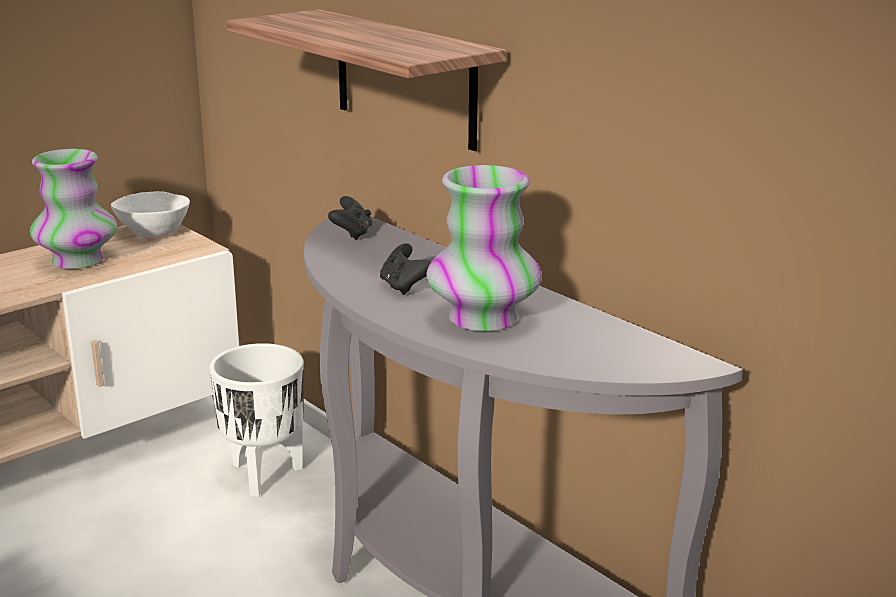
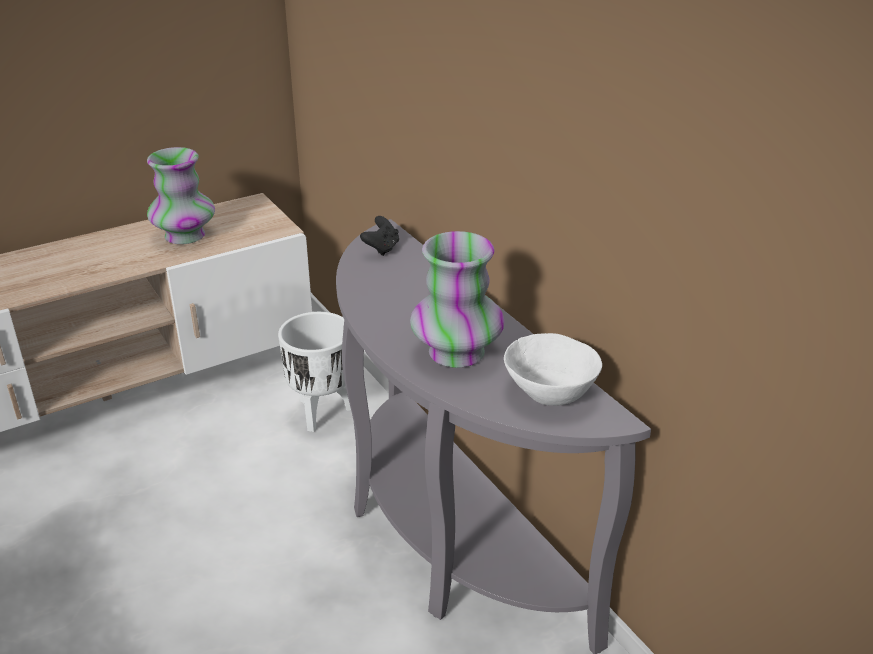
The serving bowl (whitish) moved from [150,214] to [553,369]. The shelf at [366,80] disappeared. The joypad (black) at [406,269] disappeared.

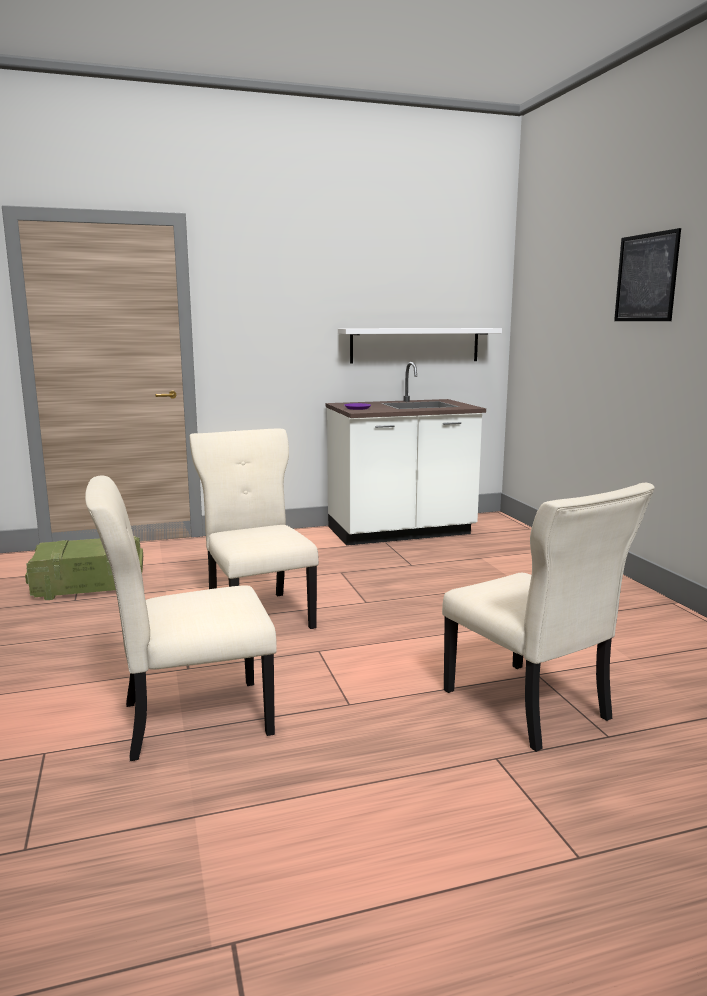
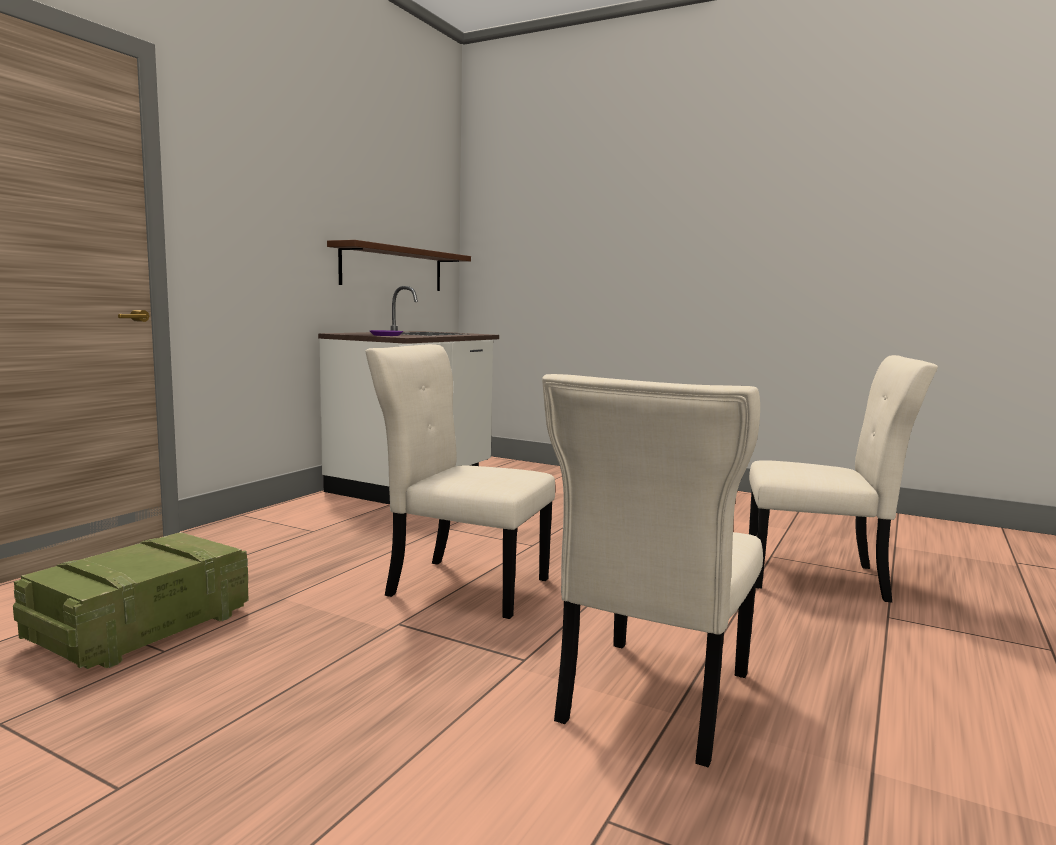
The shelf (whitish) at [420,345] became the shelf (brown) at [399,265]. The picture at [647,274] disappeared.

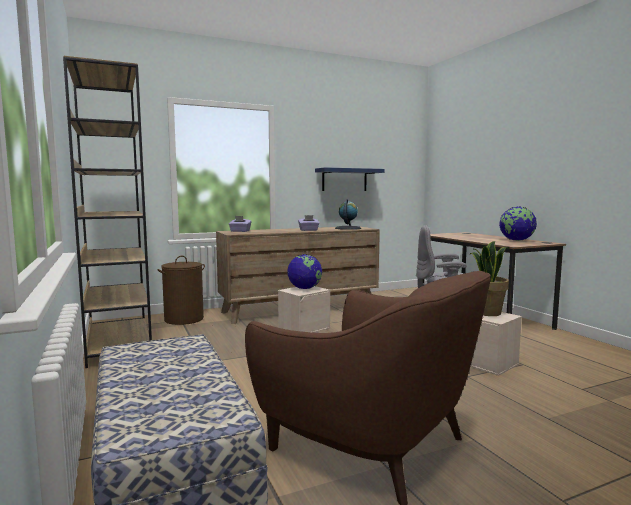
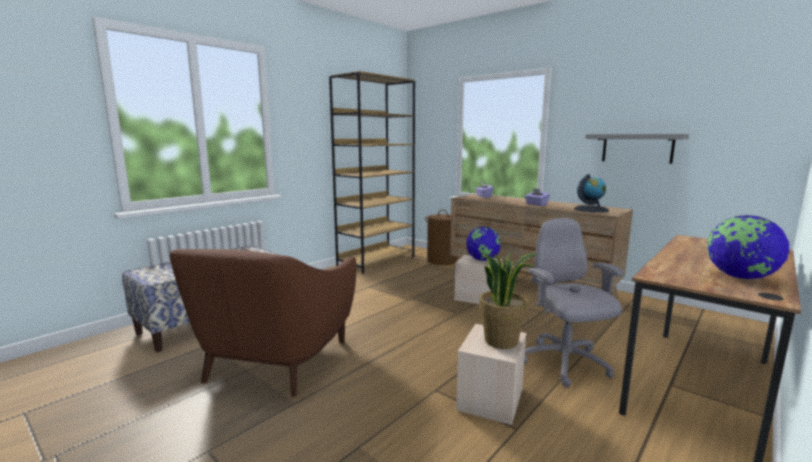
The shelf (bluish) at [350,179] became the shelf (gray) at [637,149].

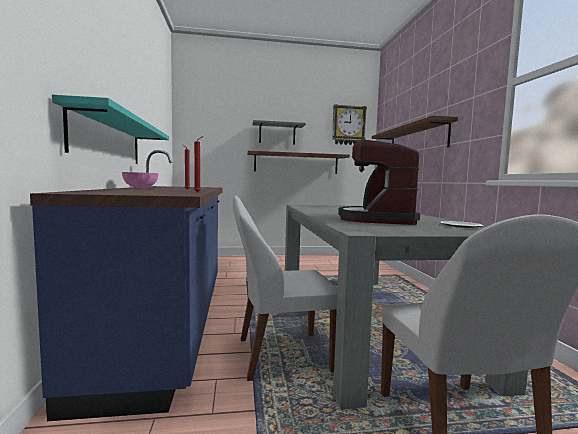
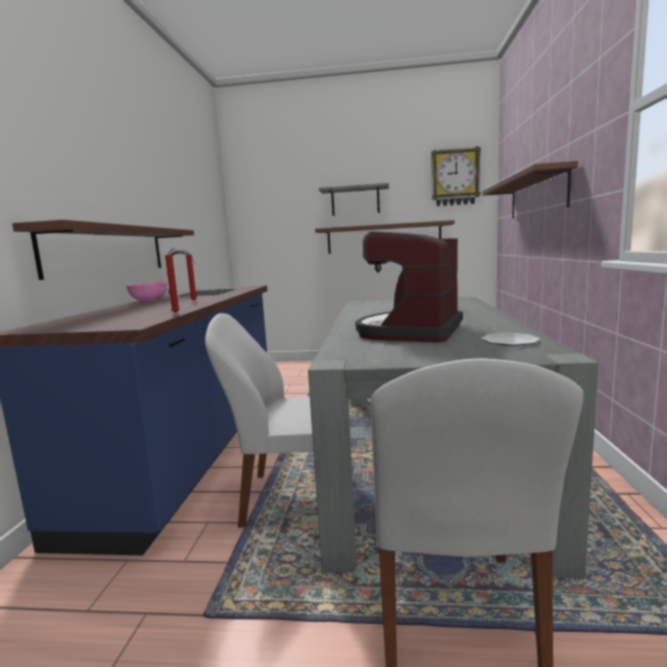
The shelf (turquoise) at [110,129] became the shelf (brown) at [103,250].

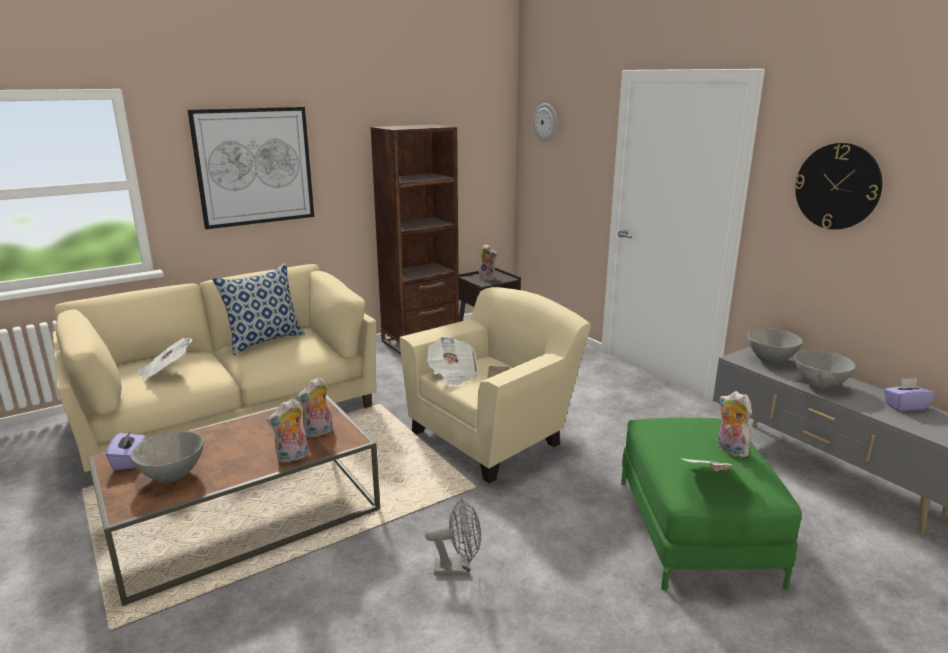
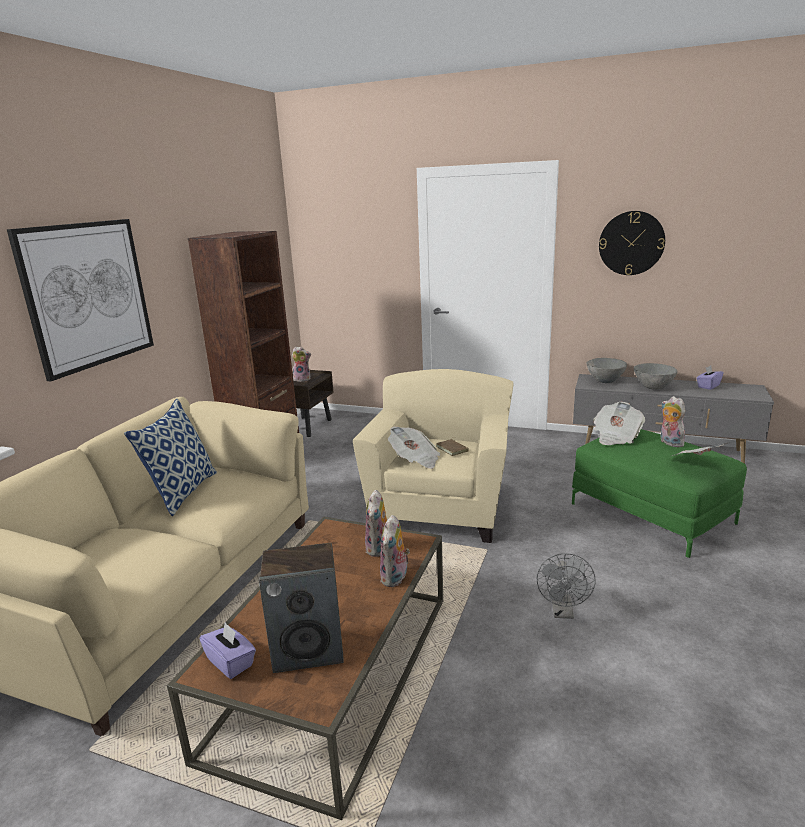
The serving bowl (gray) at [167,457] was replaced by the audio speaker at [301,608]. The cooling fan (gray) at [453,537] turned 135 degrees clockwise. The newspaper moved from [164,359] to [619,423]. The soft toy at [735,424] turned 45 degrees clockwise. The clock on the wall at [545,122] disappeared.

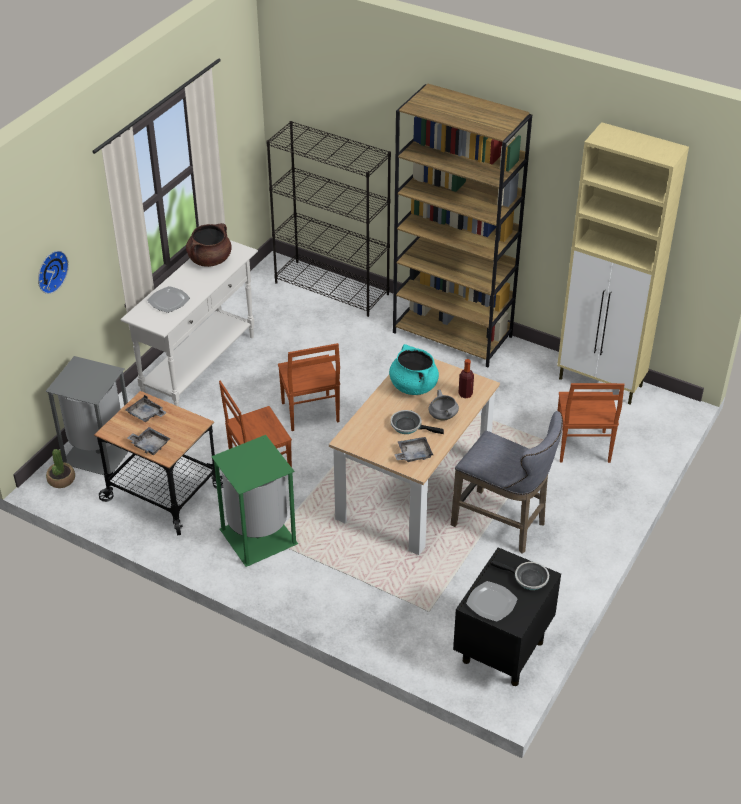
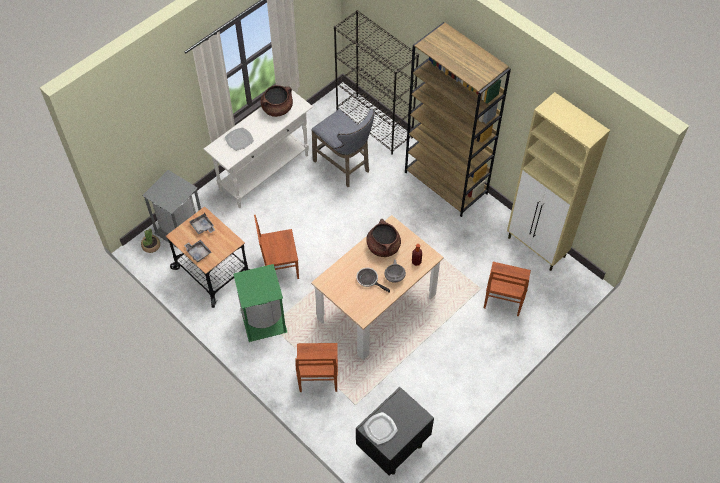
The chair (brown) moved from [309,387] to [316,367]. The stool seat (gray) moved from [507,482] to [342,148]. The cooking pot (turquoise) at [414,369] became the cooking pot (brown) at [383,238]. The clock on the wall at [53,272] disappeared. The tray (gray) at [413,449] disappeared. The frying pan at [520,575] disappeared.

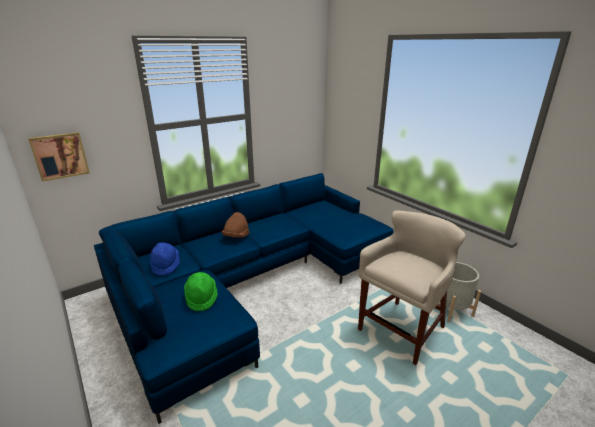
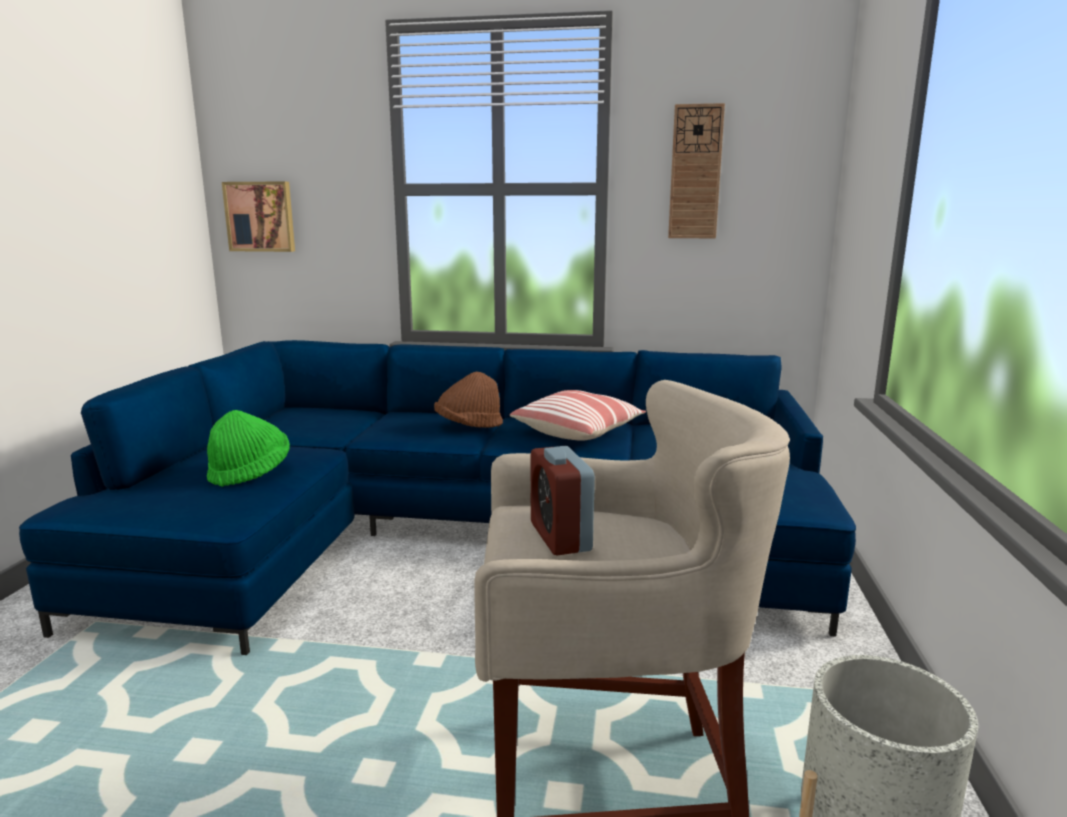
The pillow at [578,415] appeared. The bedside clock at [563,500] appeared. The clock on the wall at [696,170] appeared. The hat (bluish) at [165,259] disappeared.

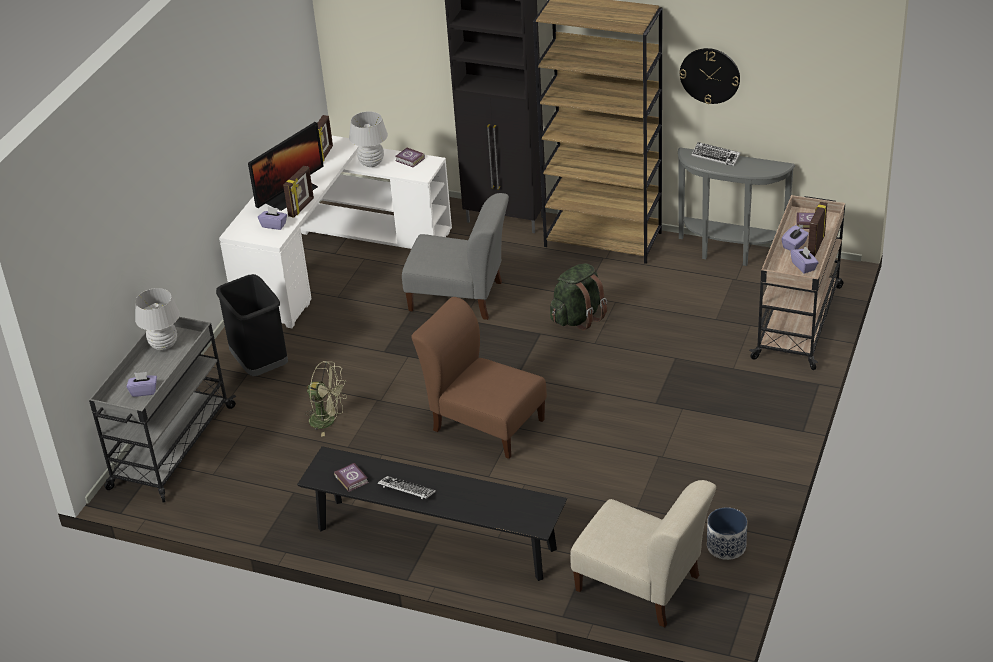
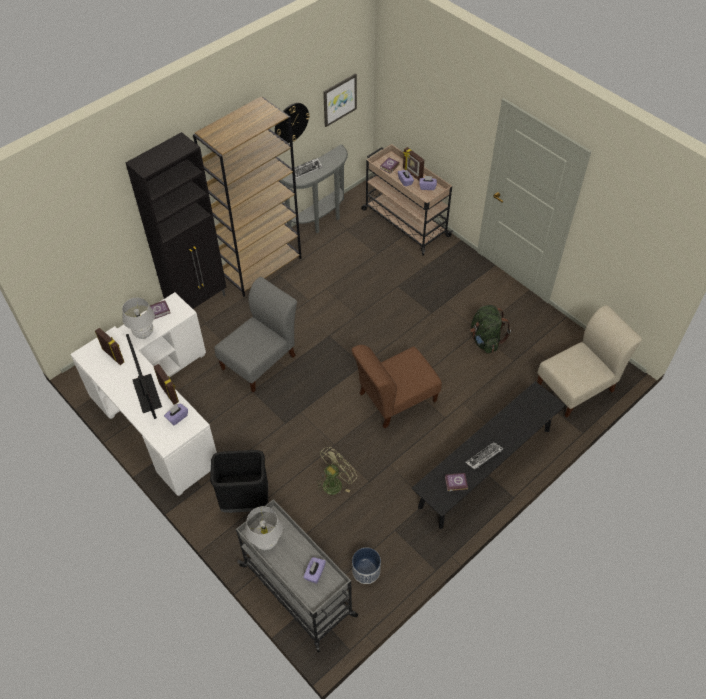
The picture at [340,100] appeared. The planter moved from [727,533] to [366,566]. The rucksack (green) moved from [578,296] to [490,329].

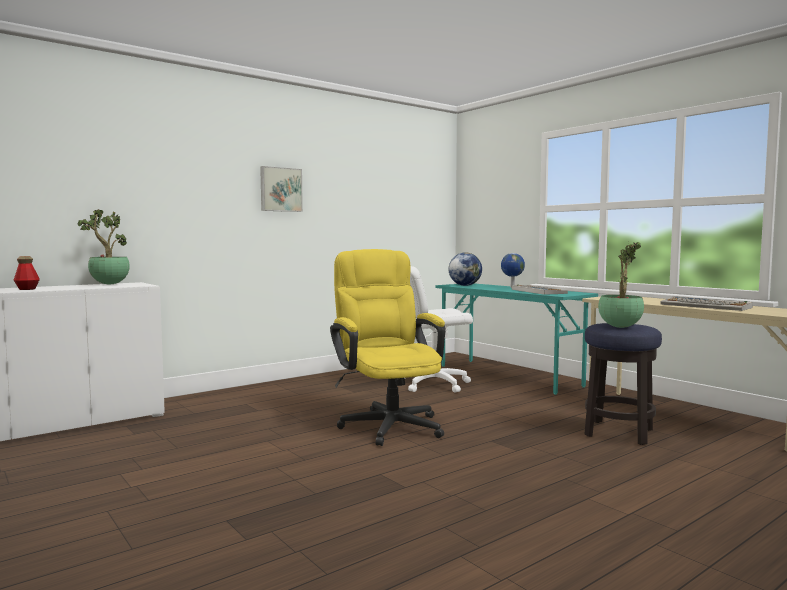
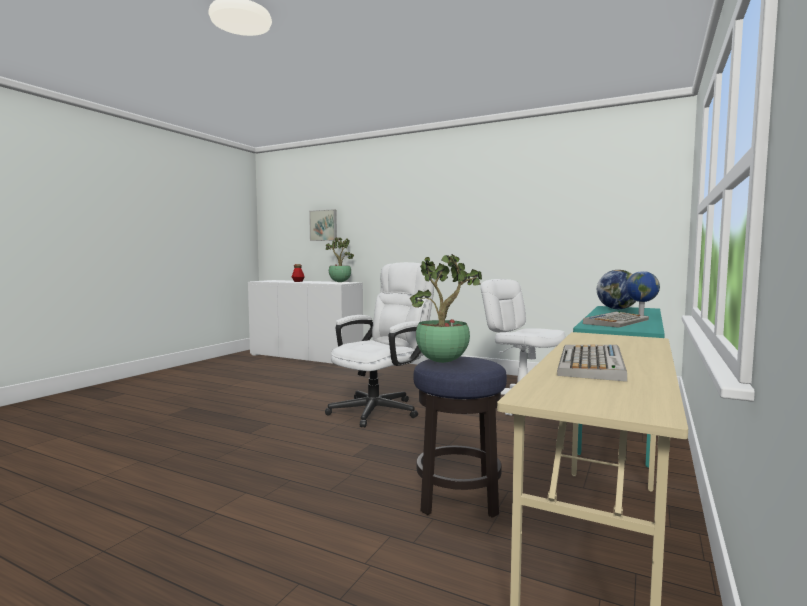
The picture moved from [281,189] to [323,225]. The computer chair (yellow) at [388,347] became the computer chair (whitish) at [379,345].

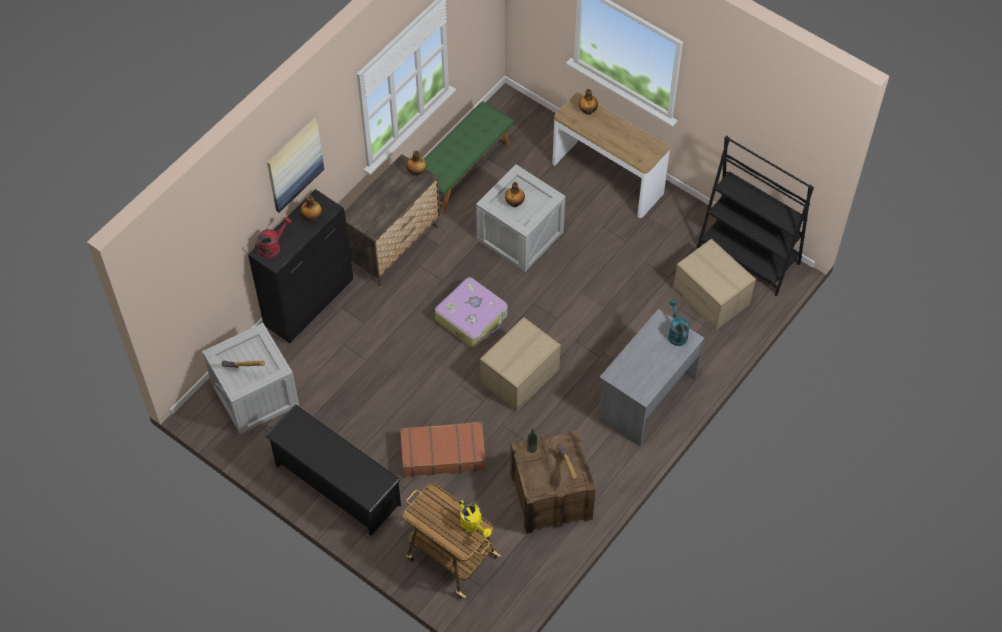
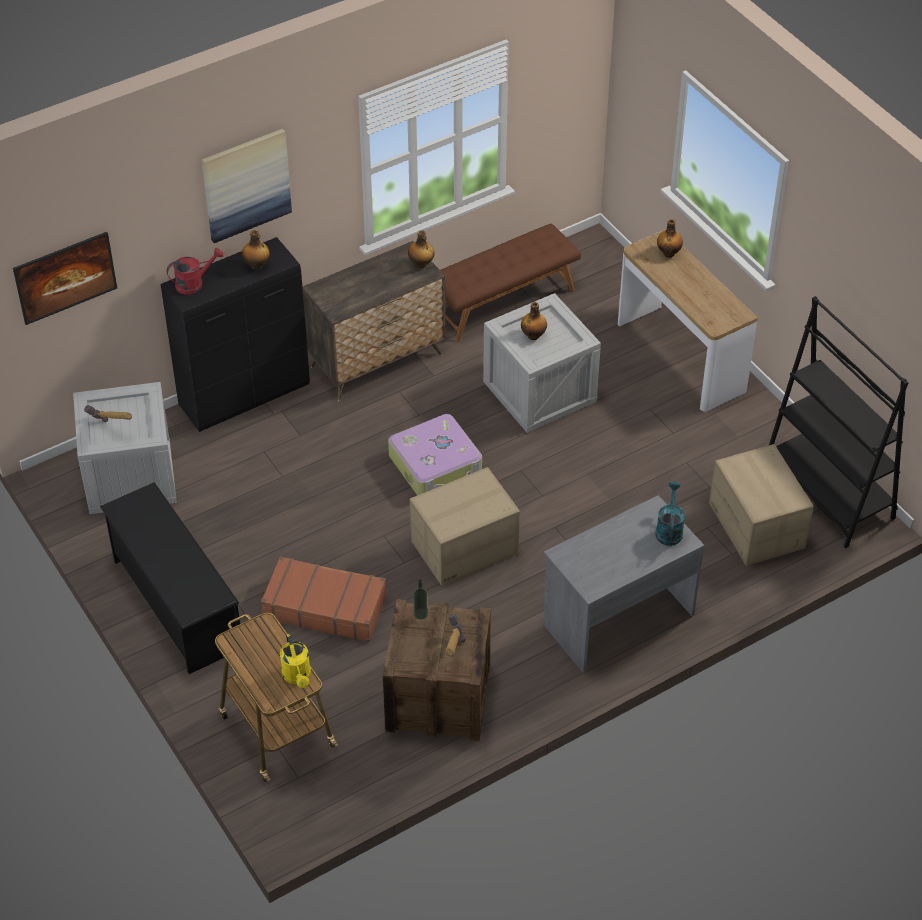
The picture at [65,278] appeared. The bench (green) at [469,157] became the bench (brown) at [510,283].

